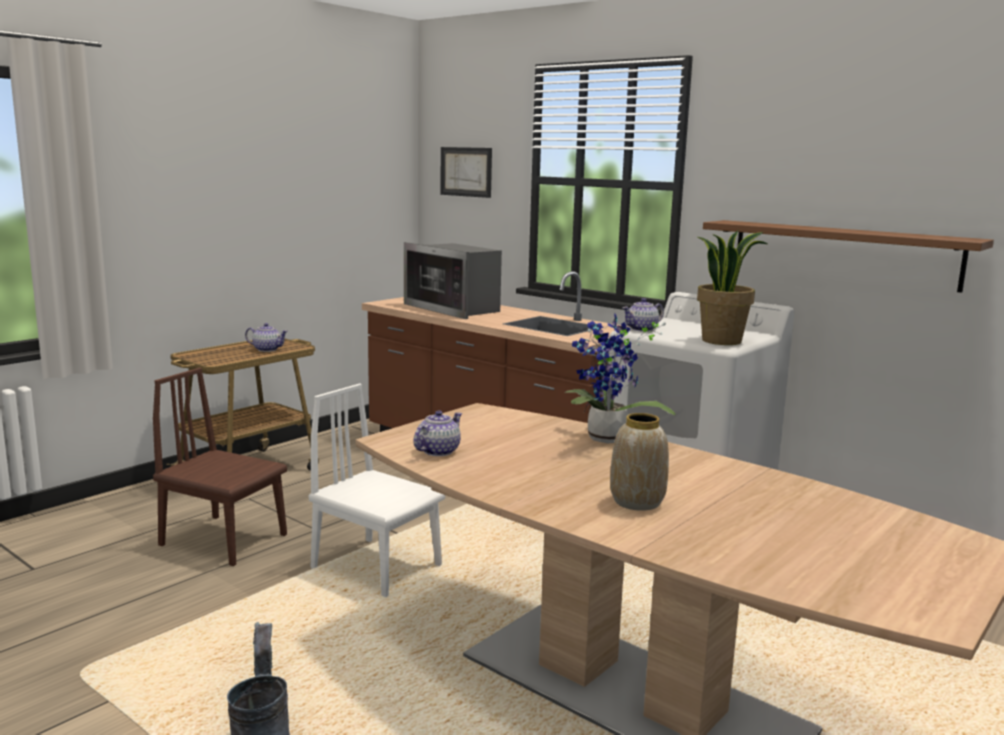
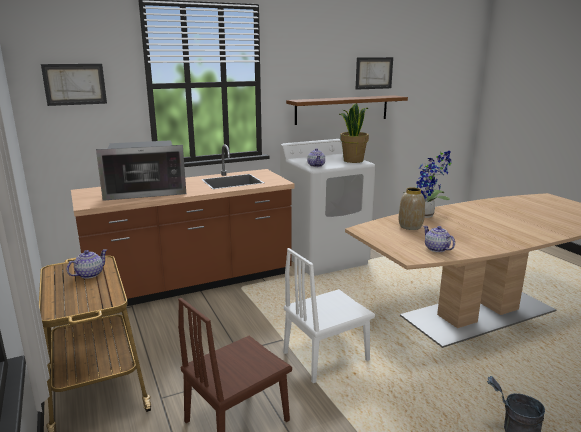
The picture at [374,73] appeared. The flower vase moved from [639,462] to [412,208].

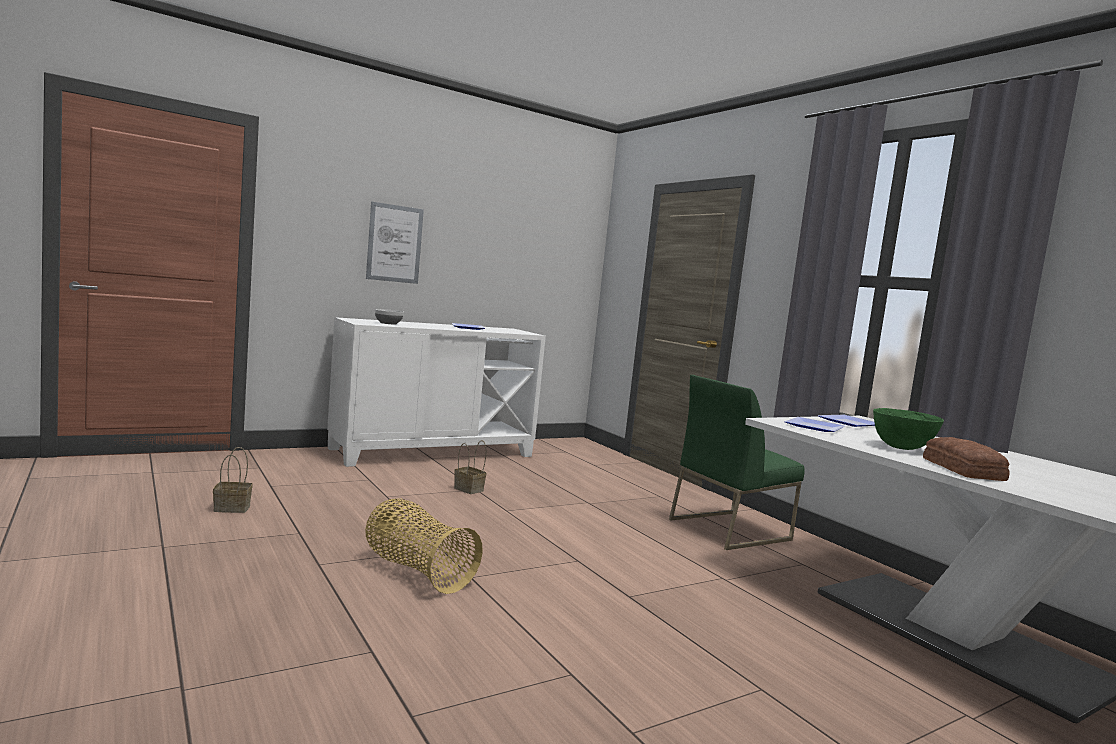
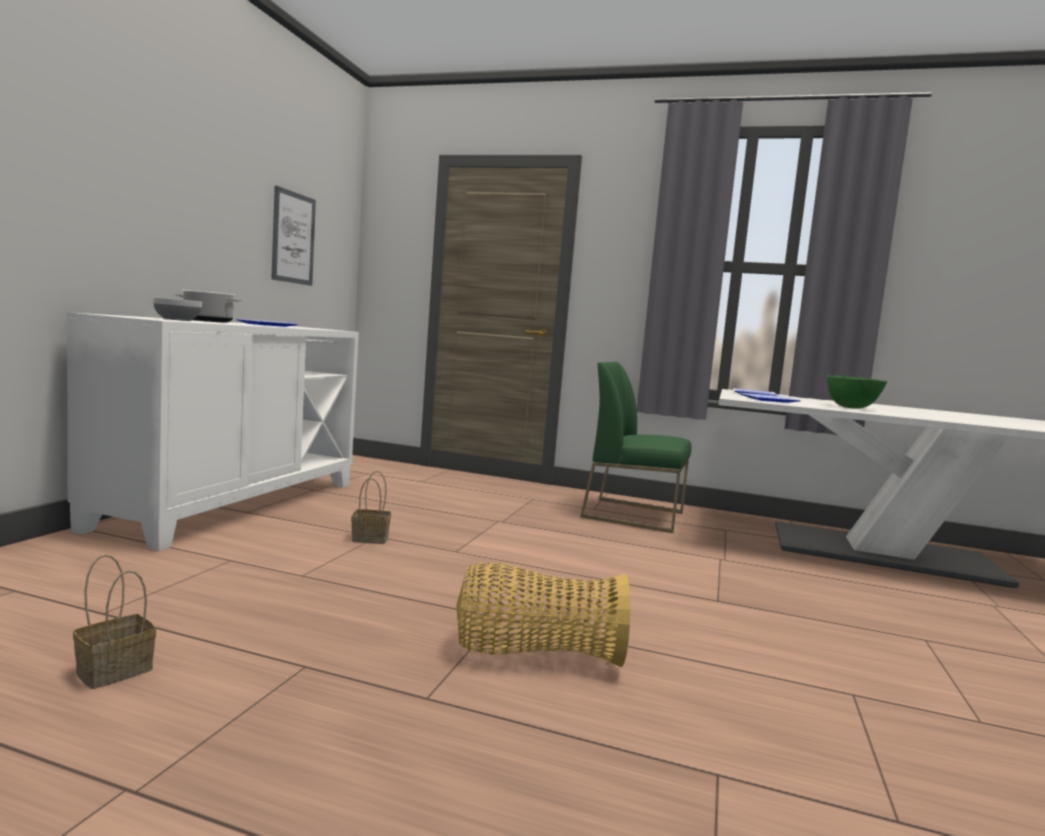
The cooking pot at [208,306] appeared. The picture moved from [395,242] to [293,236]. The chair (green) at [737,462] turned 90 degrees clockwise. The bakery bread at [966,459] disappeared.

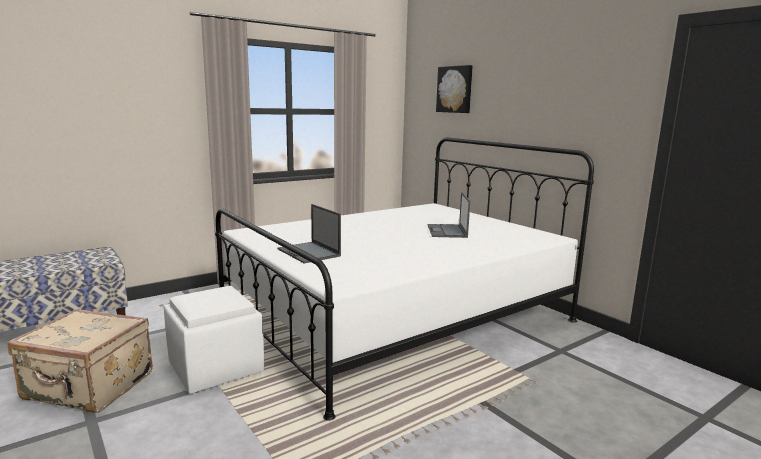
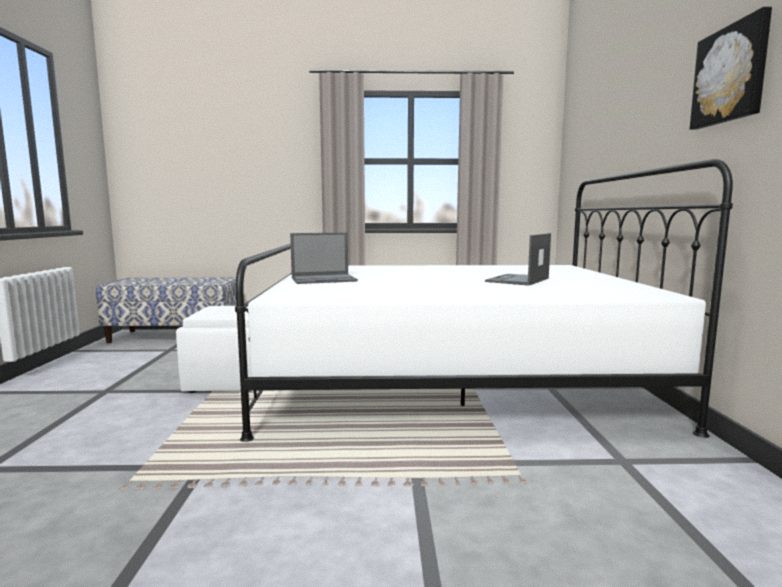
The portable computer at [309,233] turned 105 degrees counterclockwise. The picture moved from [454,89] to [731,68]. The travel case (beige-coloured) at [80,361] disappeared.

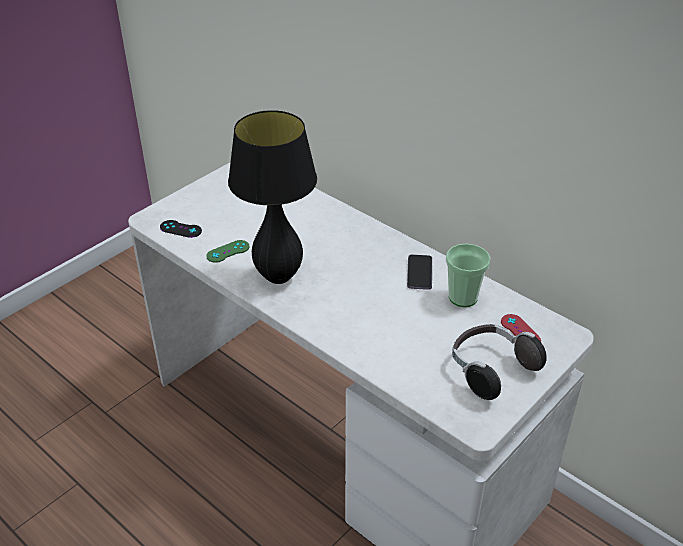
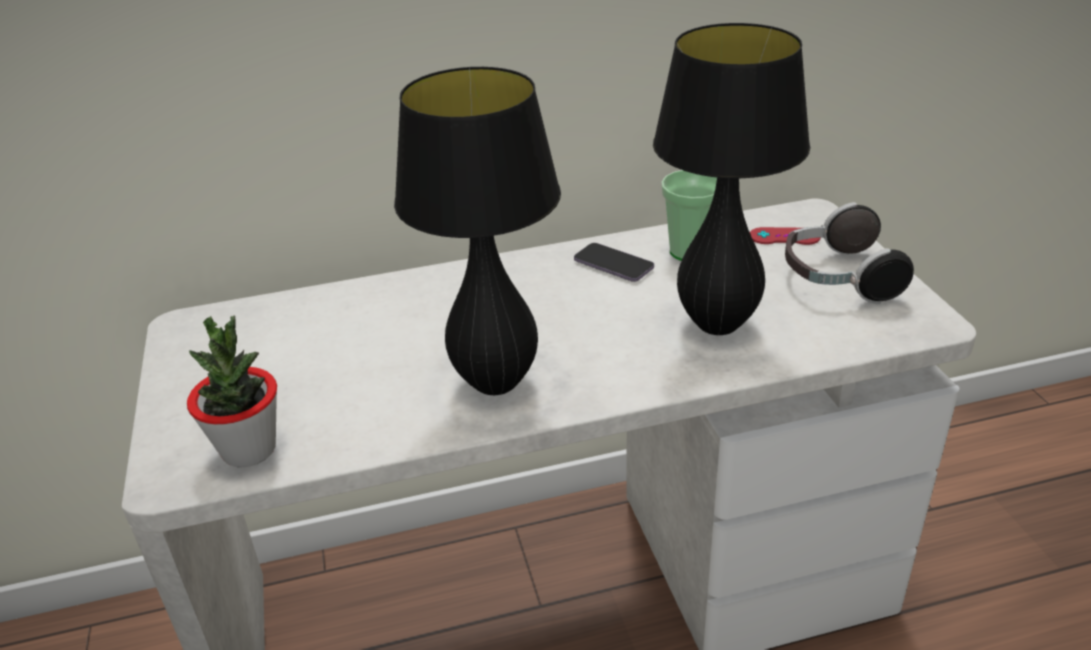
The joypad (black) at [181,229] was replaced by the plant in a pot at [232,392]. The lamp for a table (black) at [731,179] appeared. The joypad (green) at [228,251] disappeared.

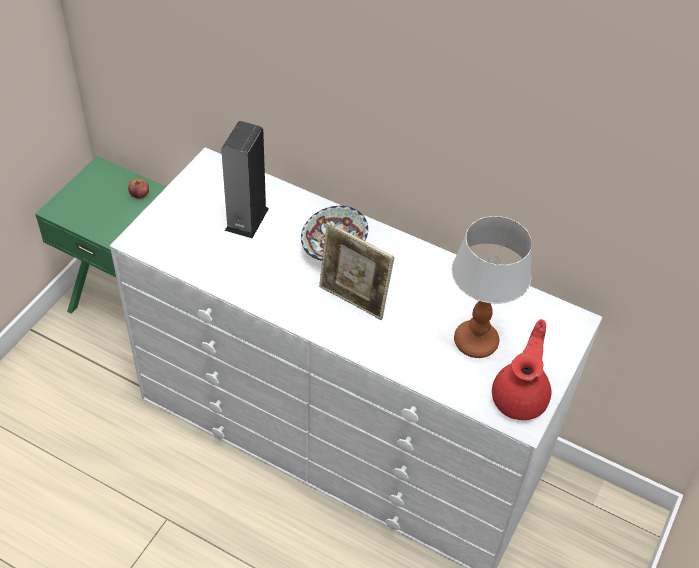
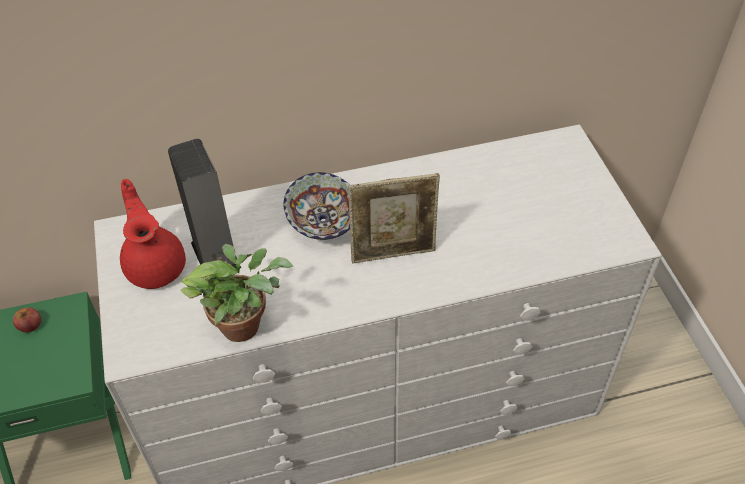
The teapot (reddish) moved from [521,369] to [153,234]. The plant in a pot at [237,293] appeared. The lamp for a table at [492,287] disappeared.

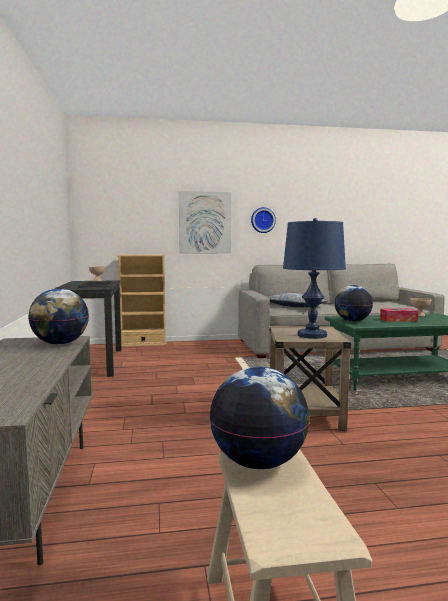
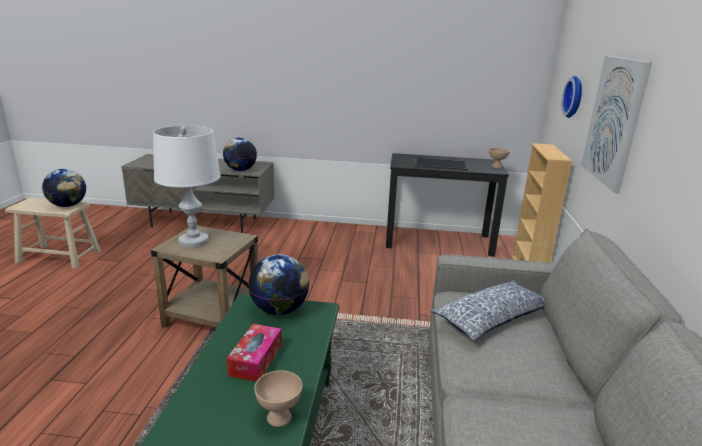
The lamp for a table (bluish) at [314,278] became the lamp for a table (whitish) at [187,187]. The clock on the wall moved from [263,220] to [572,97].

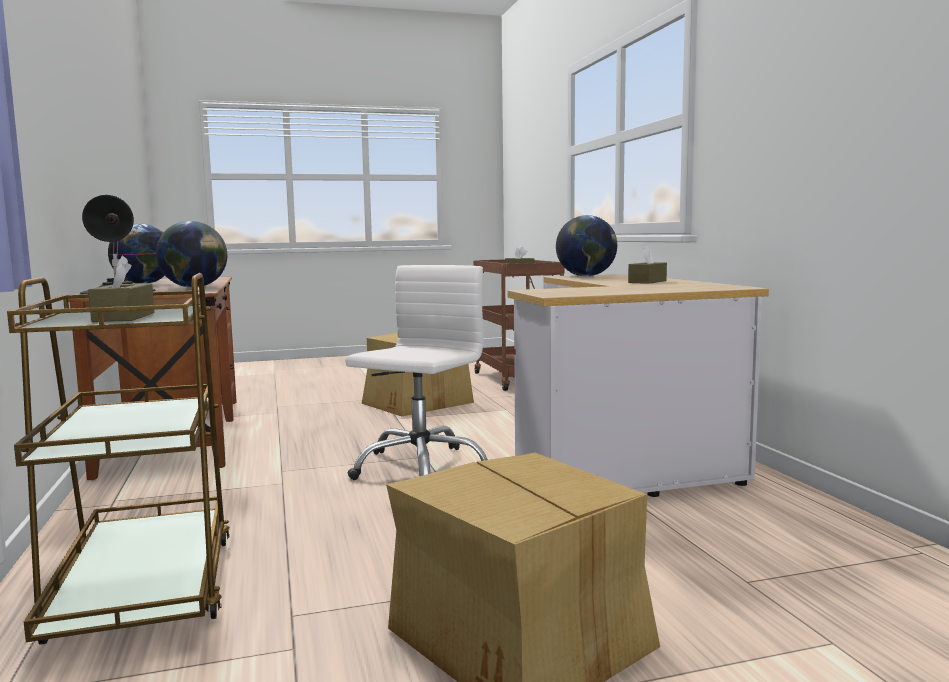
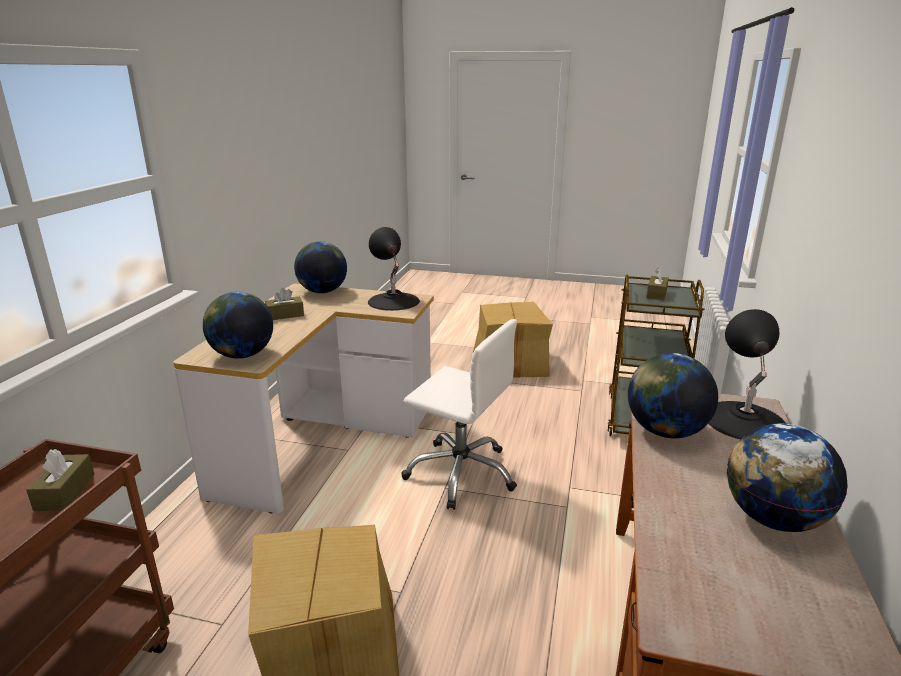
The desk globe at [320,267] appeared. The lamp for a table (black) at [394,269] appeared. The computer chair (whitish) at [416,372] turned 120 degrees counterclockwise.

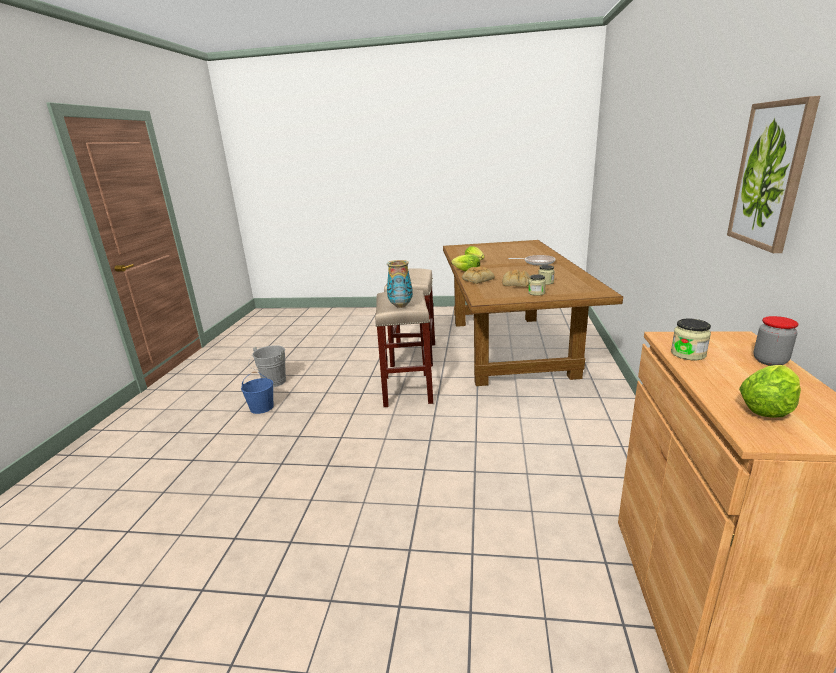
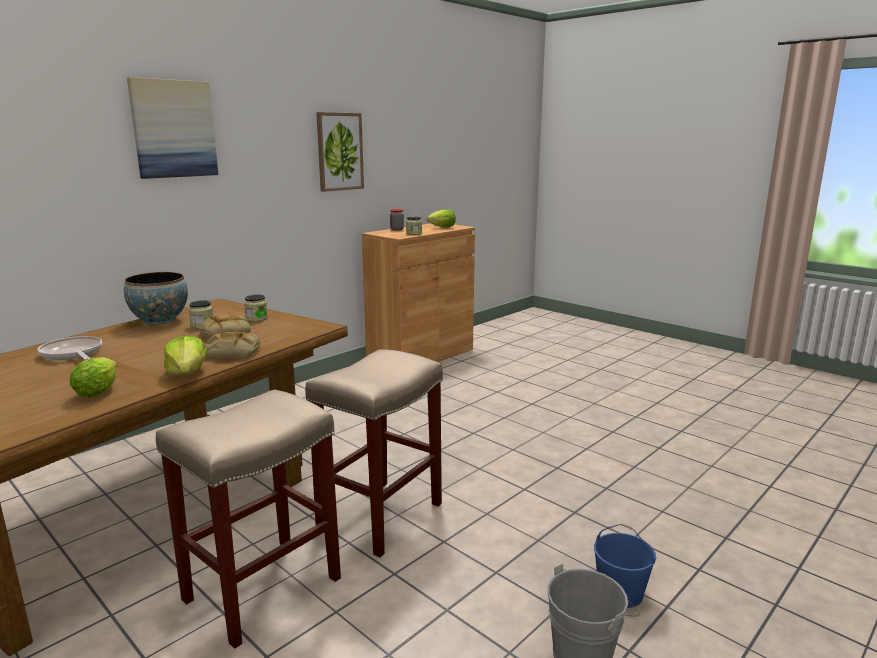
The serving bowl at [156,299] appeared. The picture at [172,128] appeared. The flower vase at [400,284] disappeared.

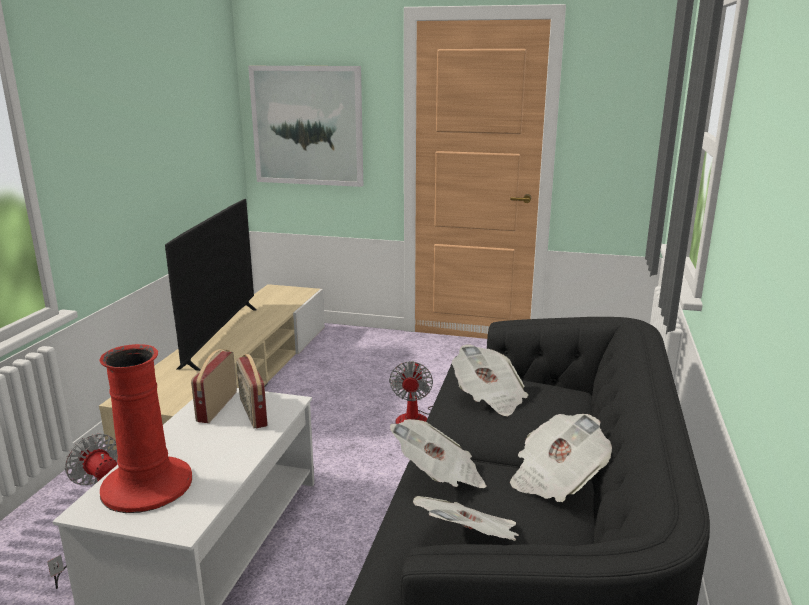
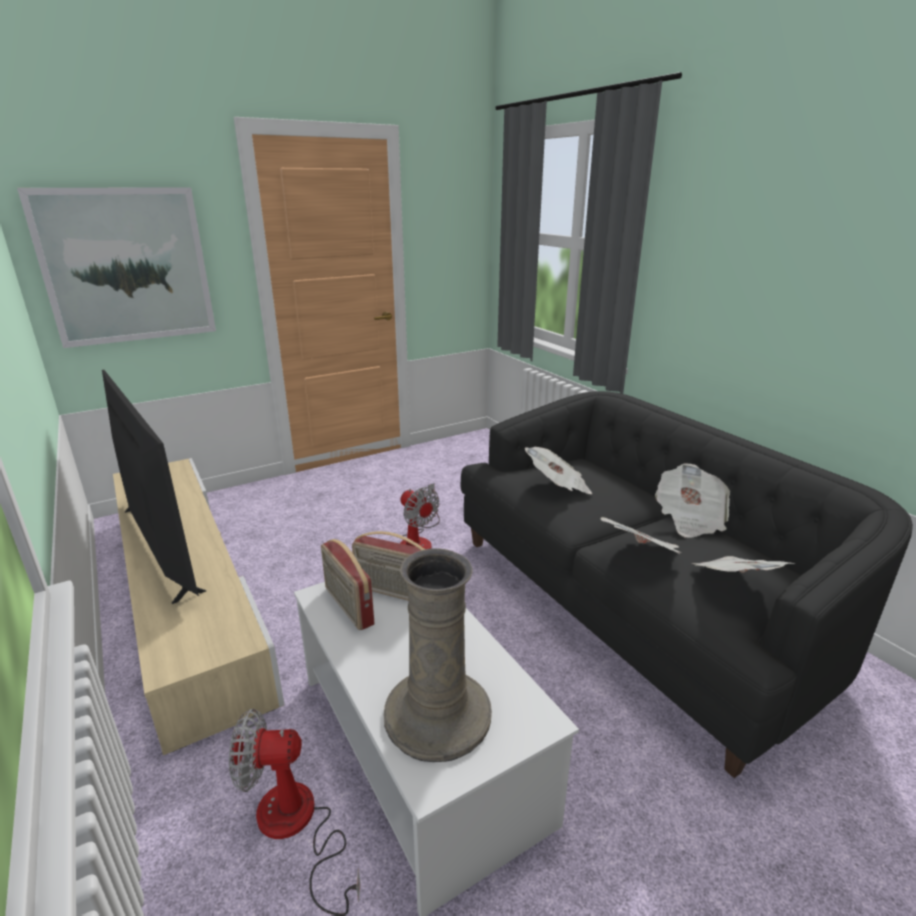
The flower vase (reddish) at [146,428] became the flower vase (beige-coloured) at [438,655].

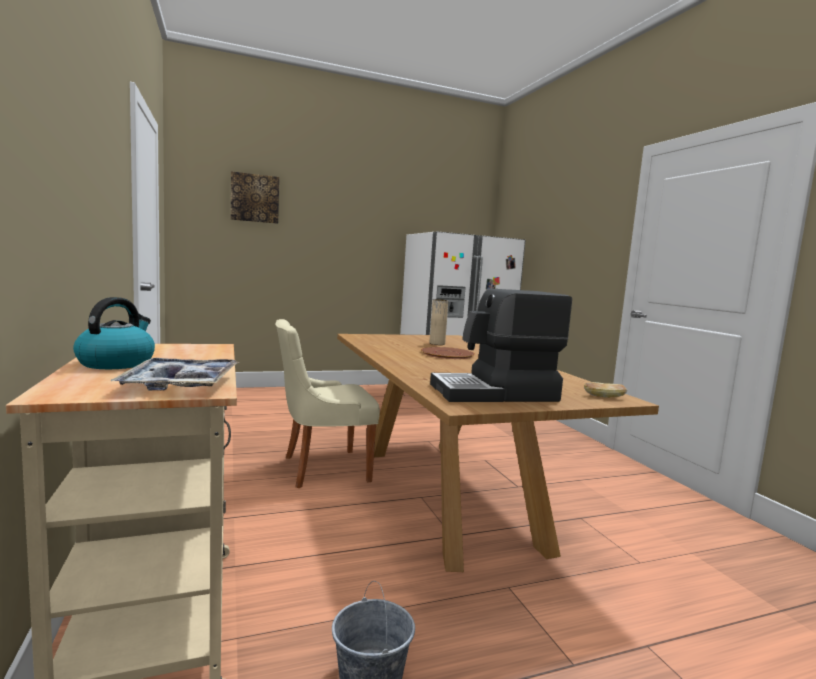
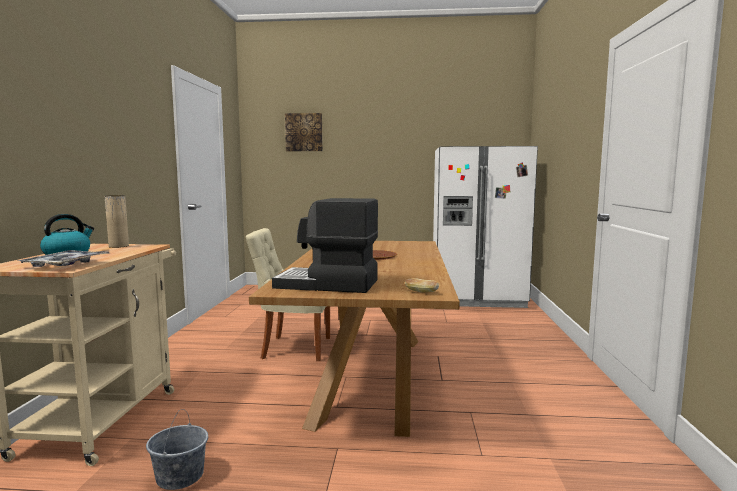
The flower vase (beige-coloured) moved from [439,322] to [117,221].

